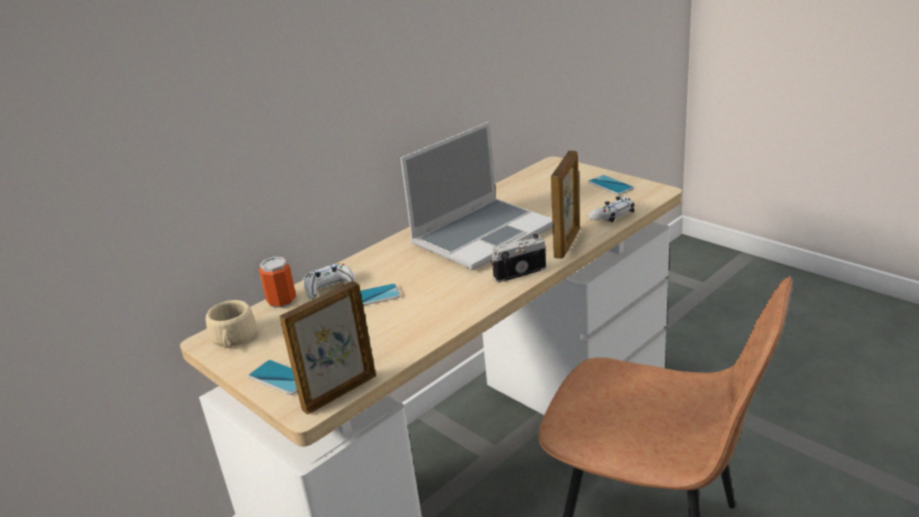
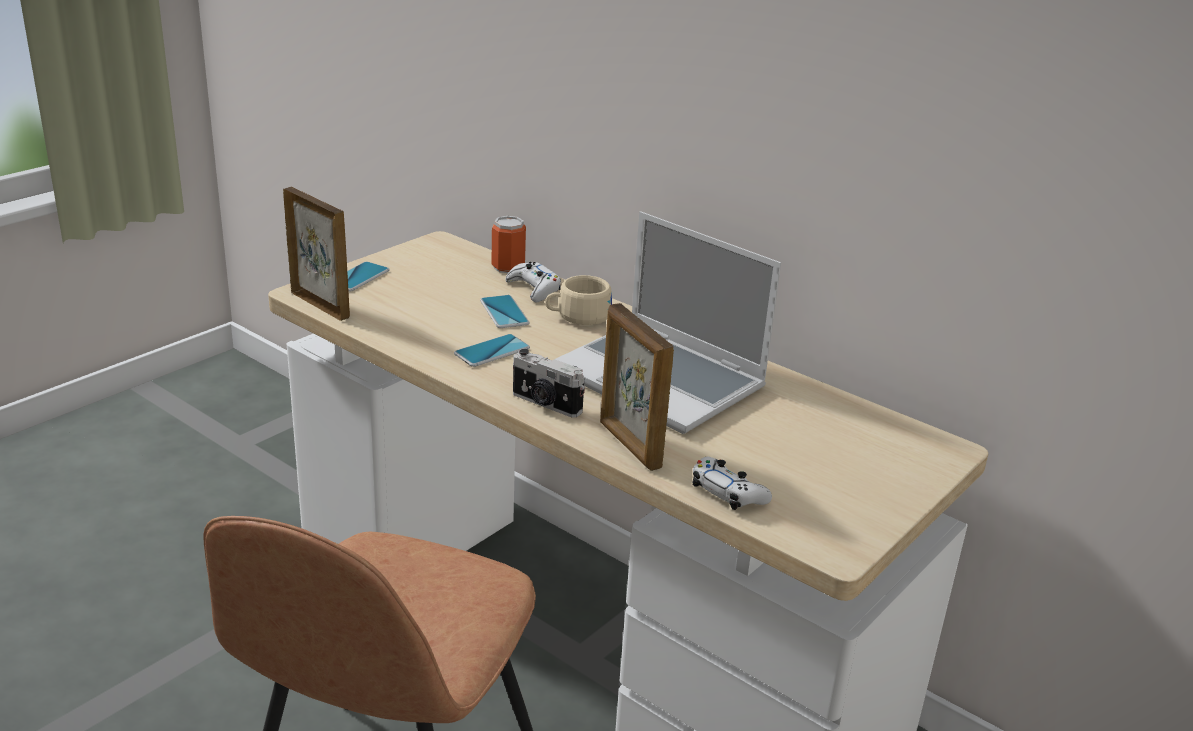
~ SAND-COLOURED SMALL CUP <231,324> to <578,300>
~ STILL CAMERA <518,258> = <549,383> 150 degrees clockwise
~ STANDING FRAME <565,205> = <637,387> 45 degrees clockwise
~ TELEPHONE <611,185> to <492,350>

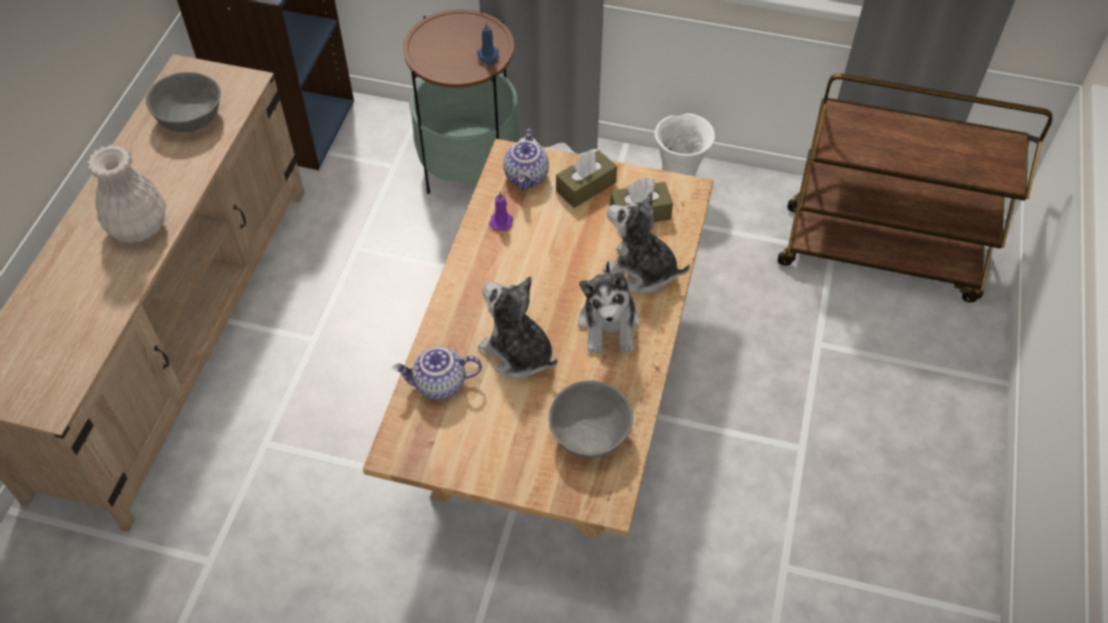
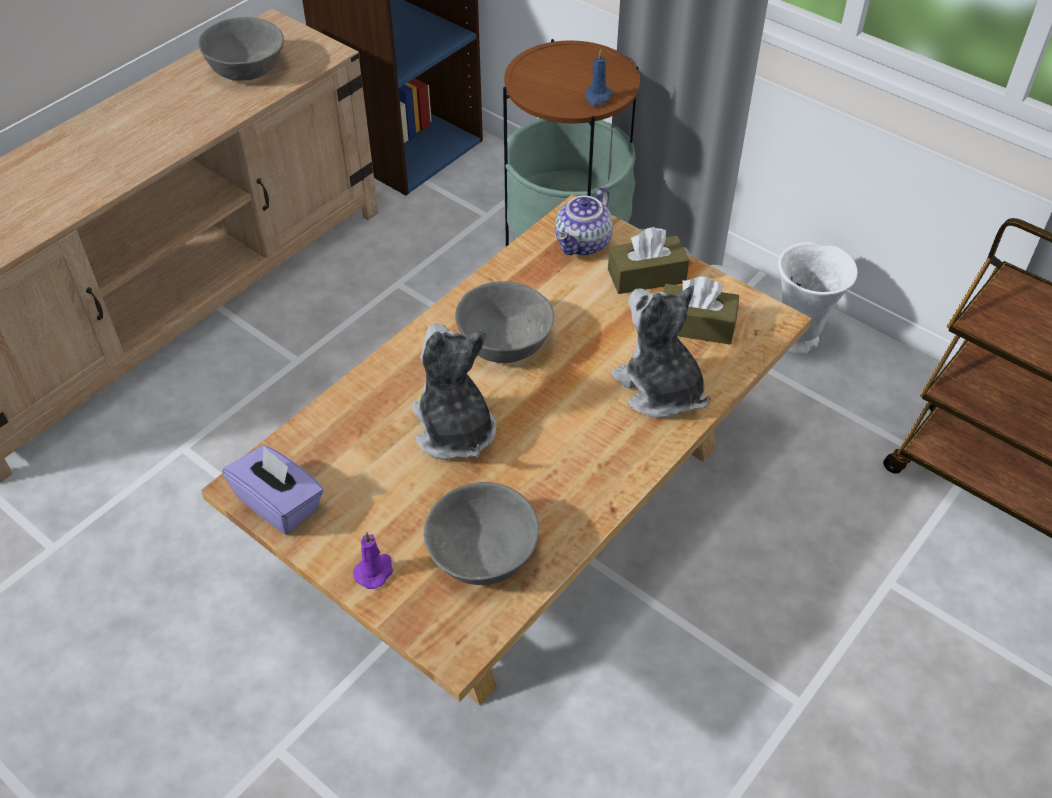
- WHITE DECORATIVE VASE <126,194>
- TEA POT <437,373>
~ PURPLISH WAX LIGHT <501,211> to <373,560>
- SOFT TOY <609,307>
+ PURPLISH BOX OF TISSUES <273,490>
+ GRAY BOWL <504,322>

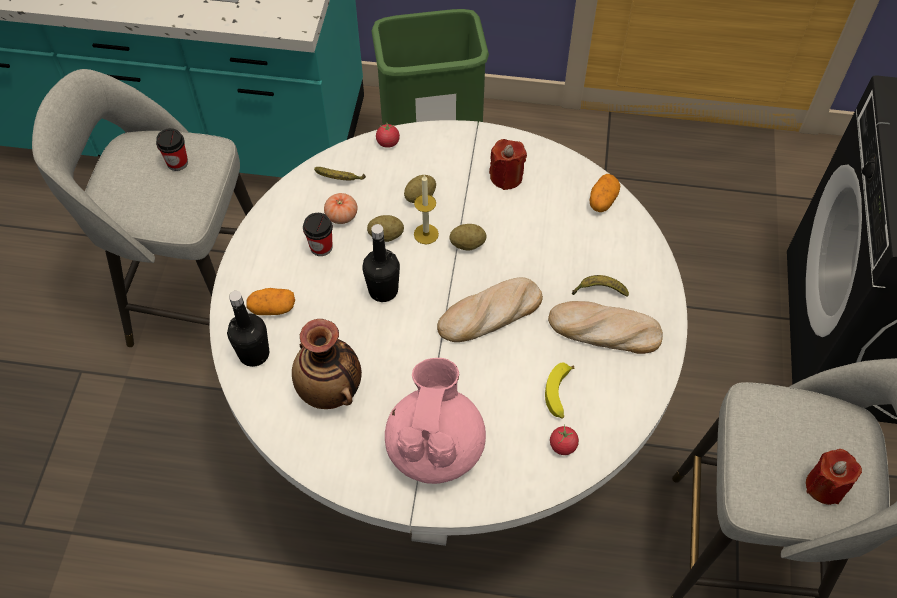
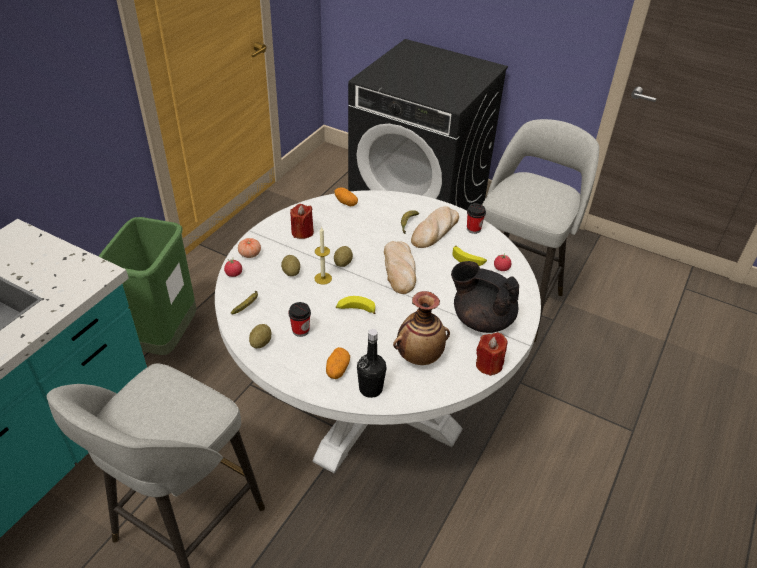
~ SMALL CUP <172,149> to <476,219>
~ FRESH TOMATO <341,208> to <249,248>
~ BLACK-COLOURED DRINK BOTTLE <381,263> to BANANA <355,305>
~ SPUD <385,228> to <260,336>
~ PINKISH TEA POT <435,421> to BLACK-COLOURED TEA POT <485,297>
~ REDDISH WAX LIGHT <834,477> to <491,354>

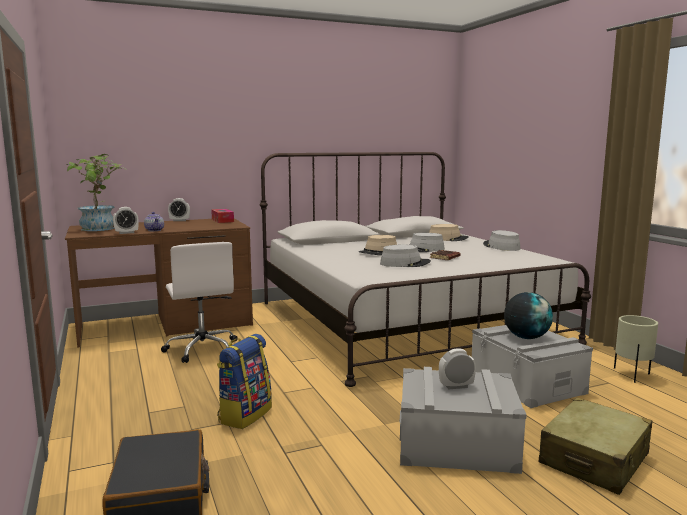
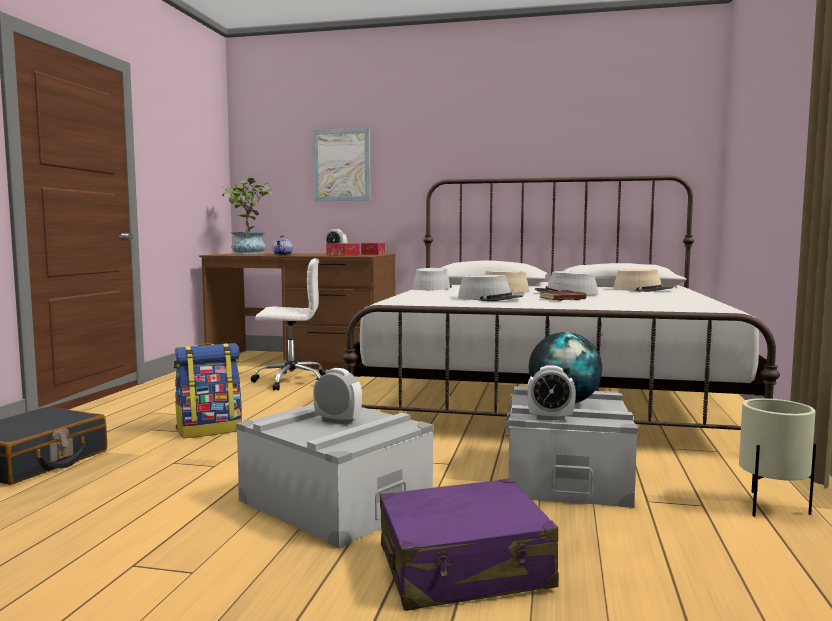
~ TABLE CLOCK <126,220> to <551,393>
~ WHITE OFFICE CHAIR <199,302> = <288,324> 105 degrees counterclockwise
~ GRAY CLOTHING HAT <502,240> to <432,279>
~ SAND-COLOURED SUITCASE <596,446> to PURPLISH SUITCASE <469,544>
+ WALL ART <341,164>
+ BOX OF TISSUES <343,249>

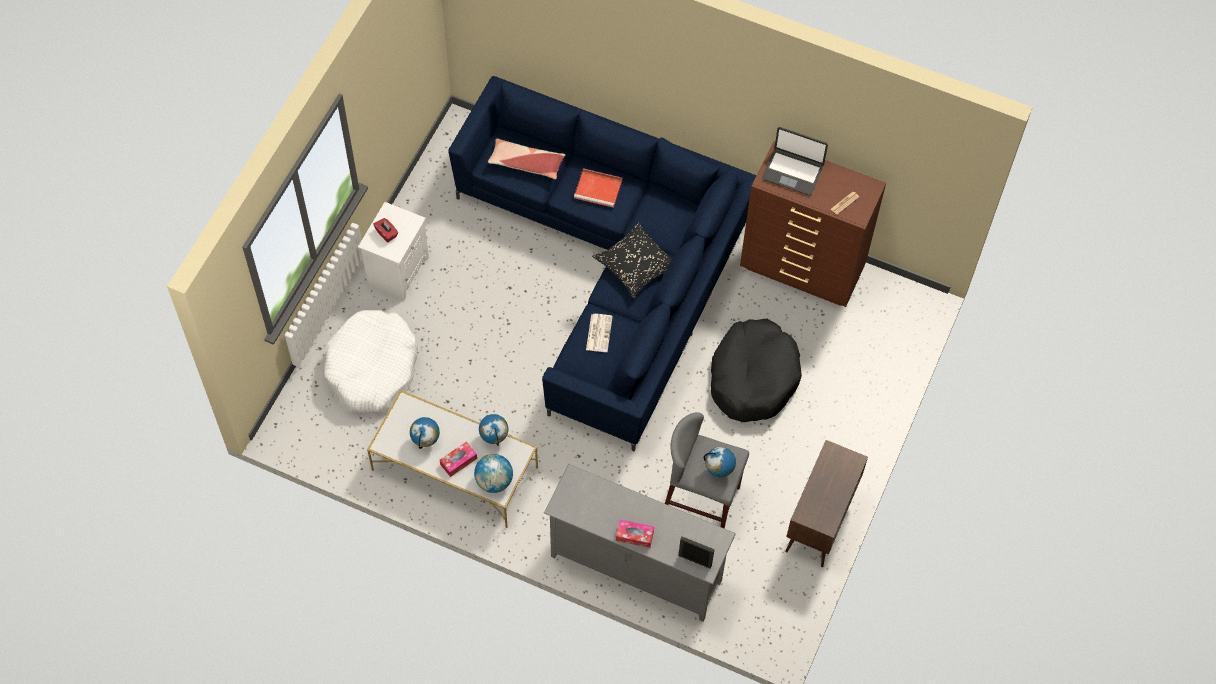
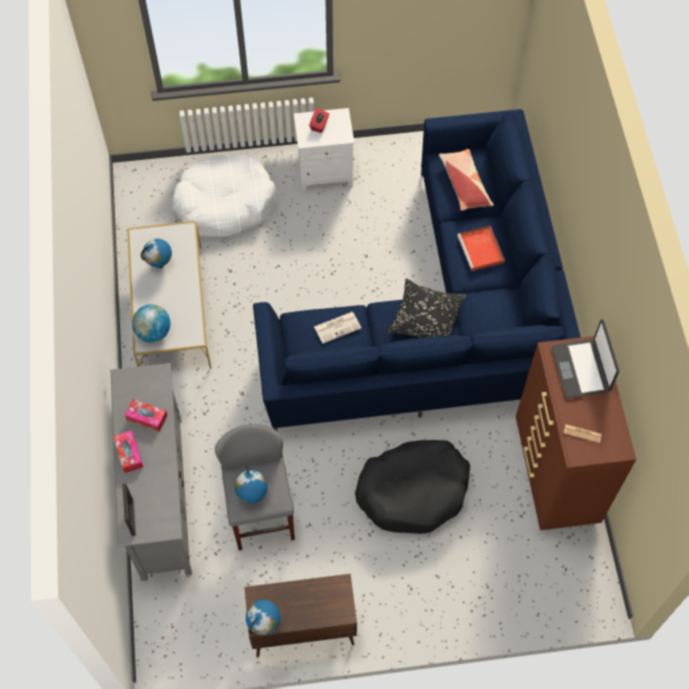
~ BOX OF TISSUES <458,459> to <146,415>
~ DESK GLOBE <493,430> to <263,617>

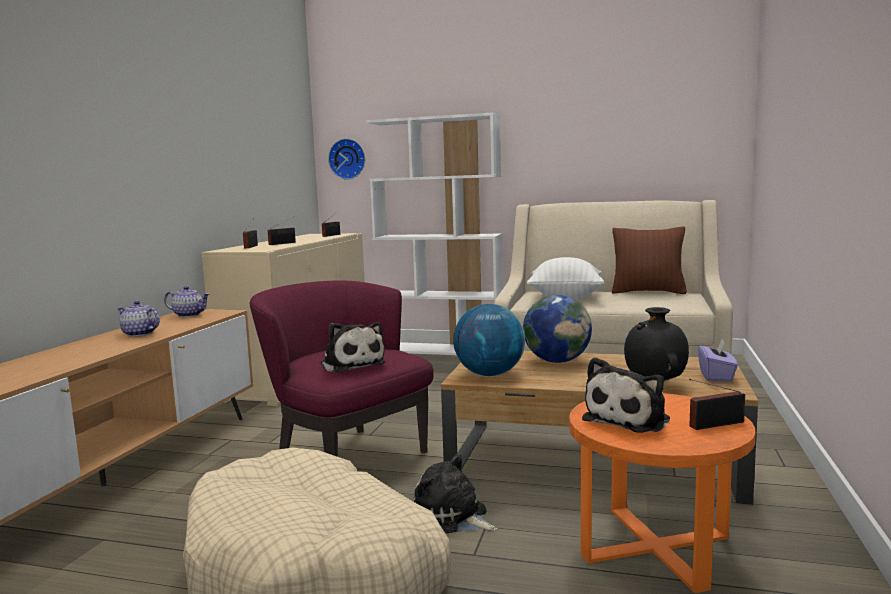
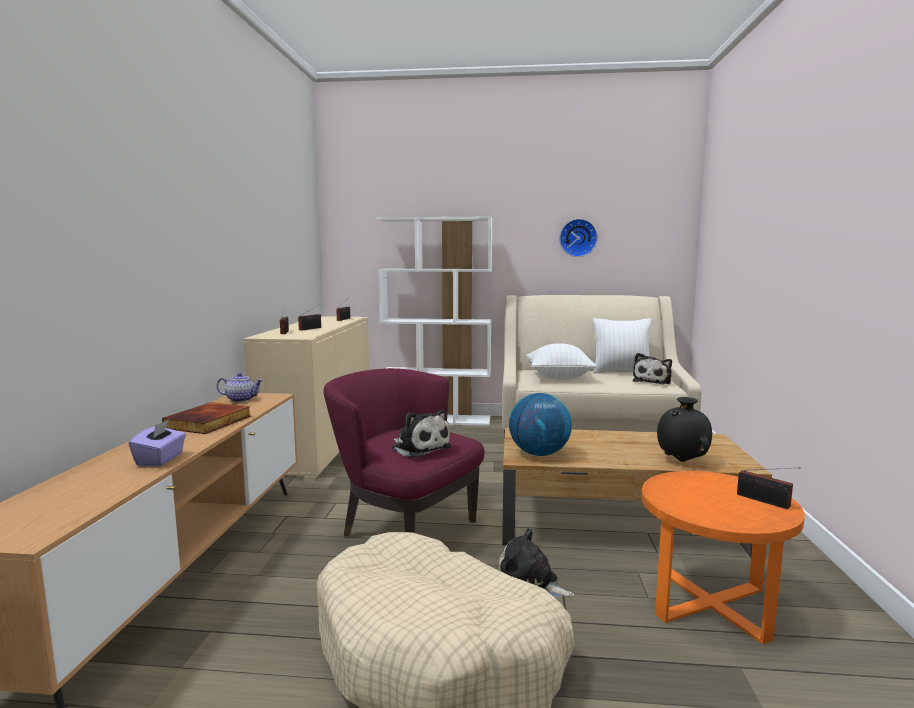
~ TEA POT <138,319> to BOOK <206,418>
~ HANGING CLOCK <346,159> to <578,238>
- DESK GLOBE <557,329>
~ SOFT TOY <626,395> to <652,368>
~ BROWN THROW PILLOW <649,260> to WHITE THROW PILLOW <622,345>
~ RADIO RECEIVER <717,404> = <769,488> 105 degrees counterclockwise
~ PURPLISH BOX OF TISSUES <718,361> to <157,442>

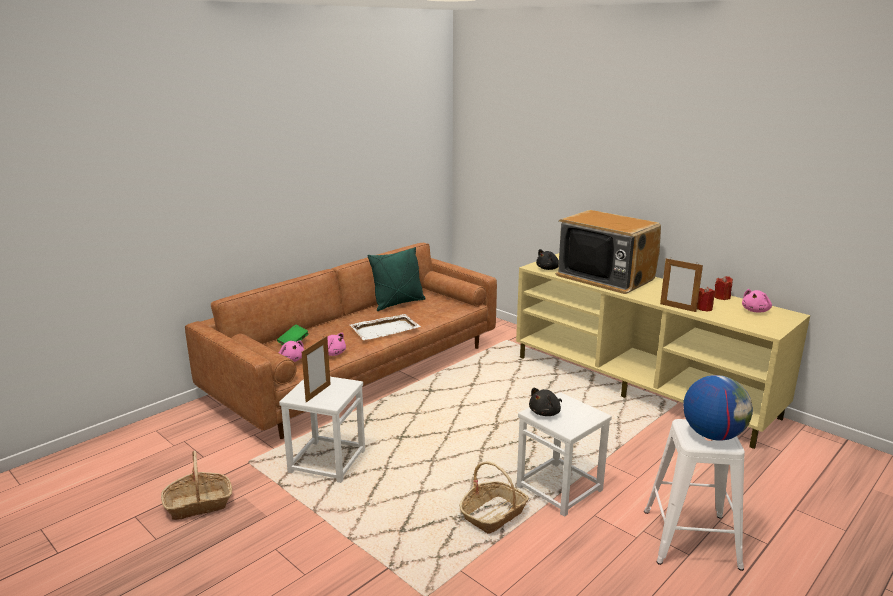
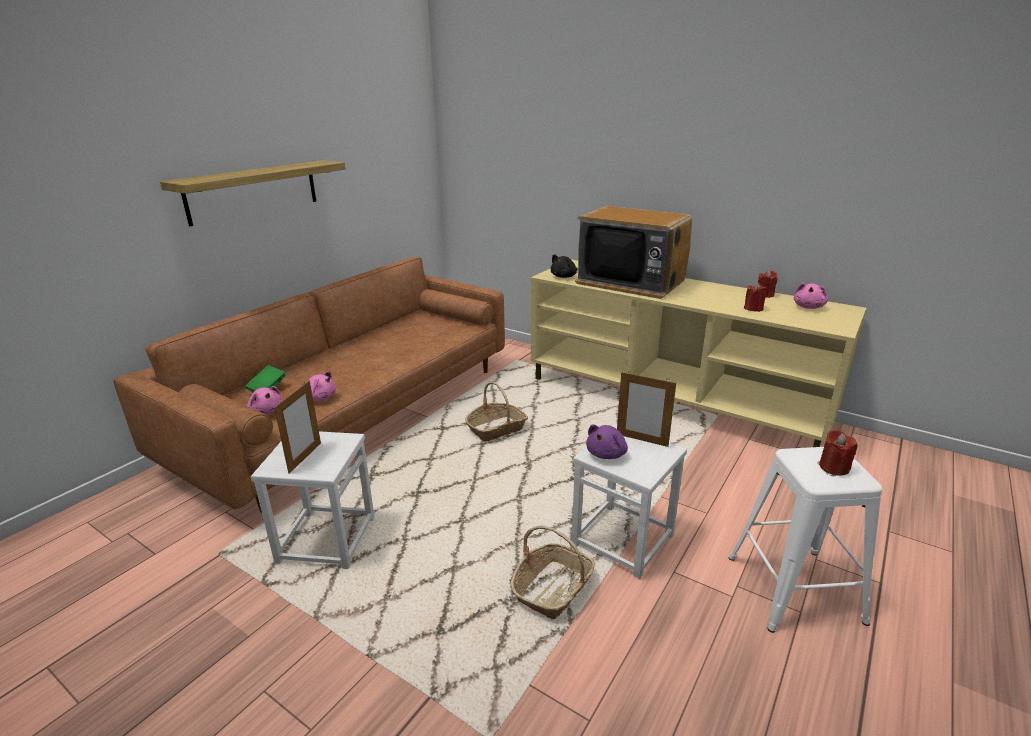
~ STORAGE BASKET <197,485> to <496,411>
- WHITE TRAY <385,327>
- GREEN-COLOURED THROW PILLOW <396,279>
~ BLACK-COLOURED SOFT TOY <545,402> to PURPLISH SOFT TOY <607,441>
~ STANDING FRAME <681,285> to <646,409>
~ DESK GLOBE <718,407> to REDDISH WAX LIGHT <838,453>
+ WALL SHELF <253,193>

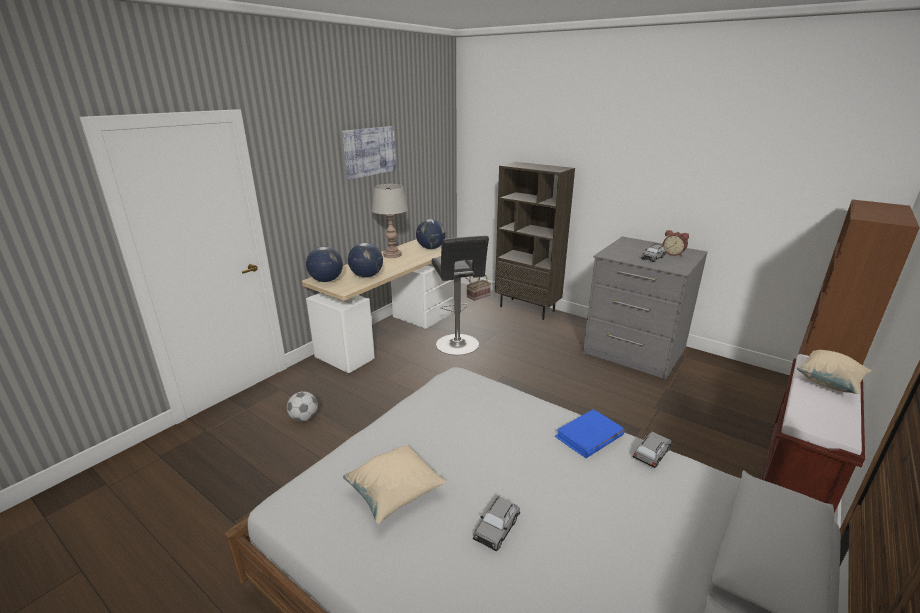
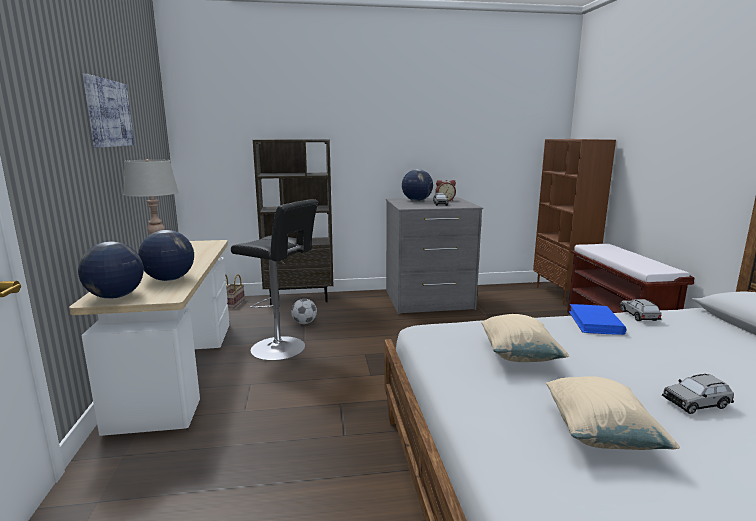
~ FOOTBALL <302,406> to <304,311>
~ DESK GLOBE <431,234> to <417,185>
~ GRAY MINIATURE CAR <496,523> = <698,394> 90 degrees clockwise
~ SAND-COLOURED THROW PILLOW <834,372> to <525,338>

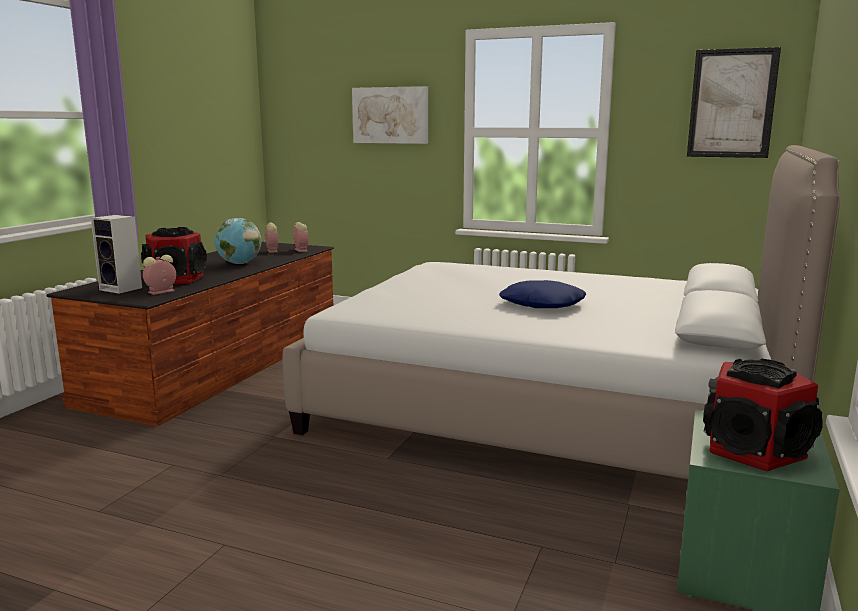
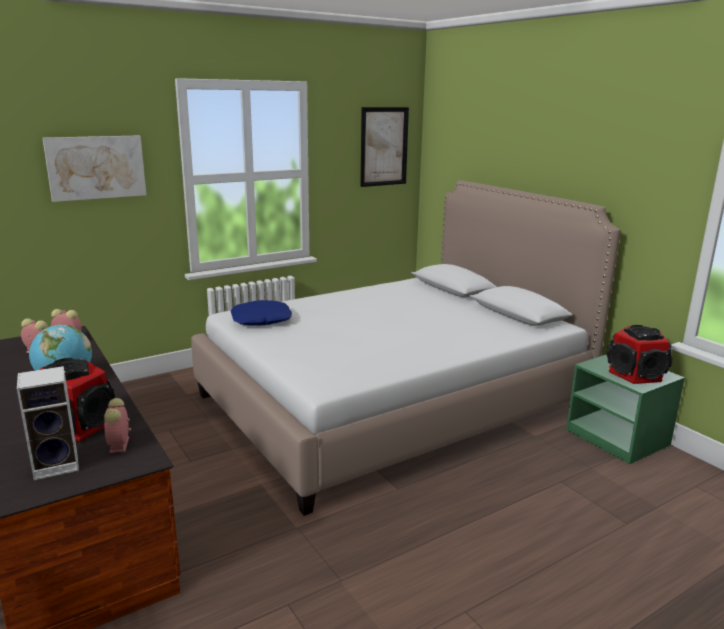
~ BLUISH THROW PILLOW <542,294> to <261,313>

